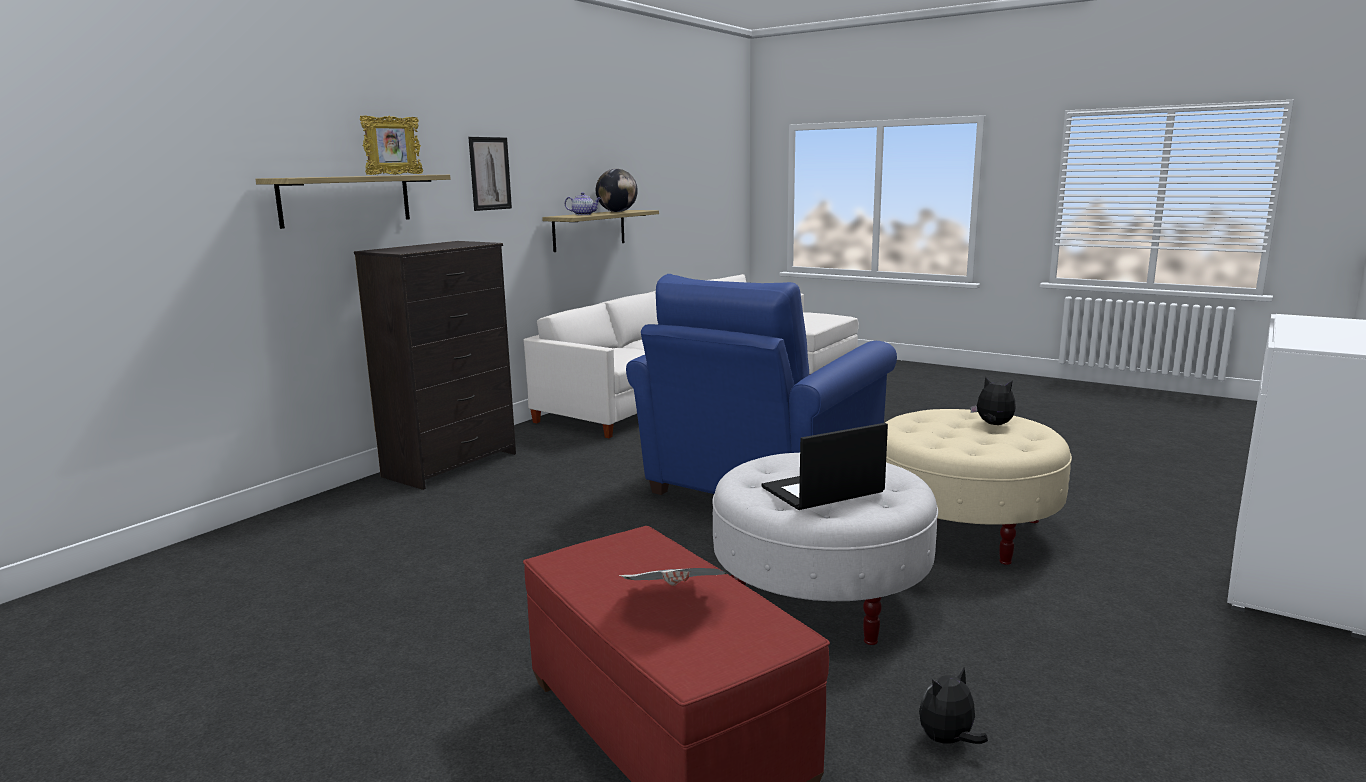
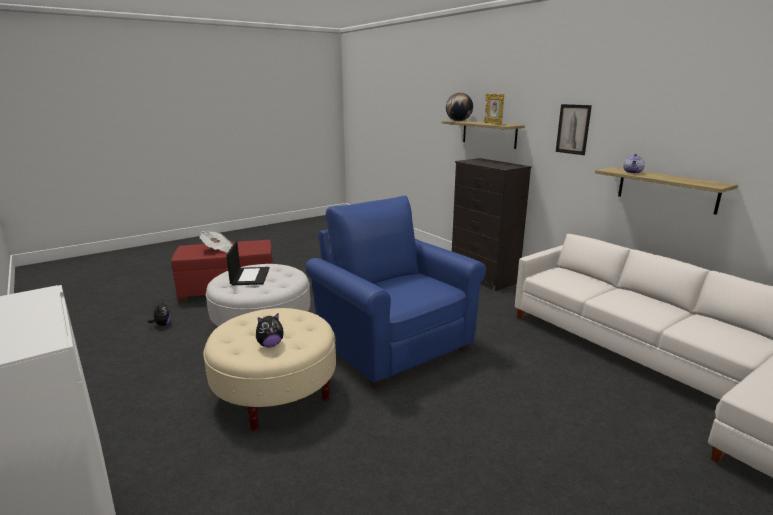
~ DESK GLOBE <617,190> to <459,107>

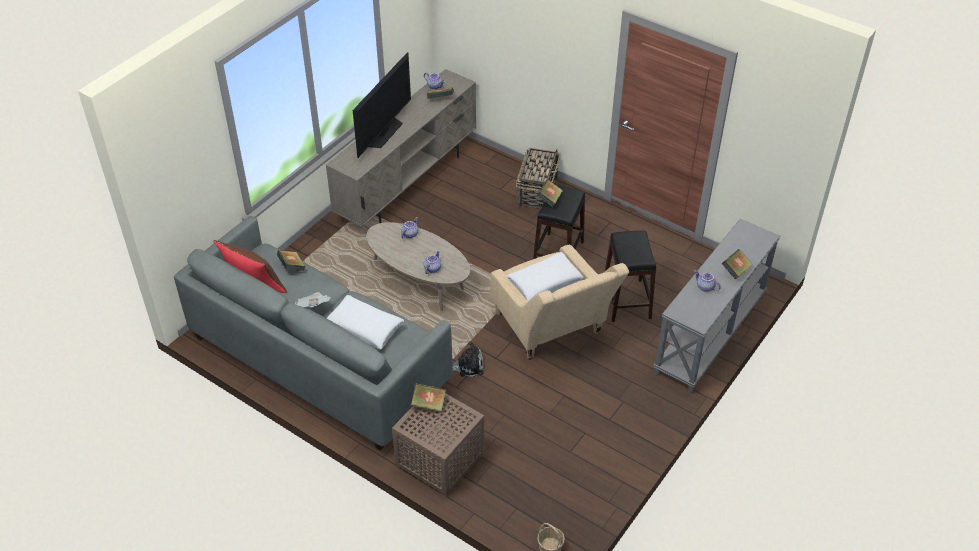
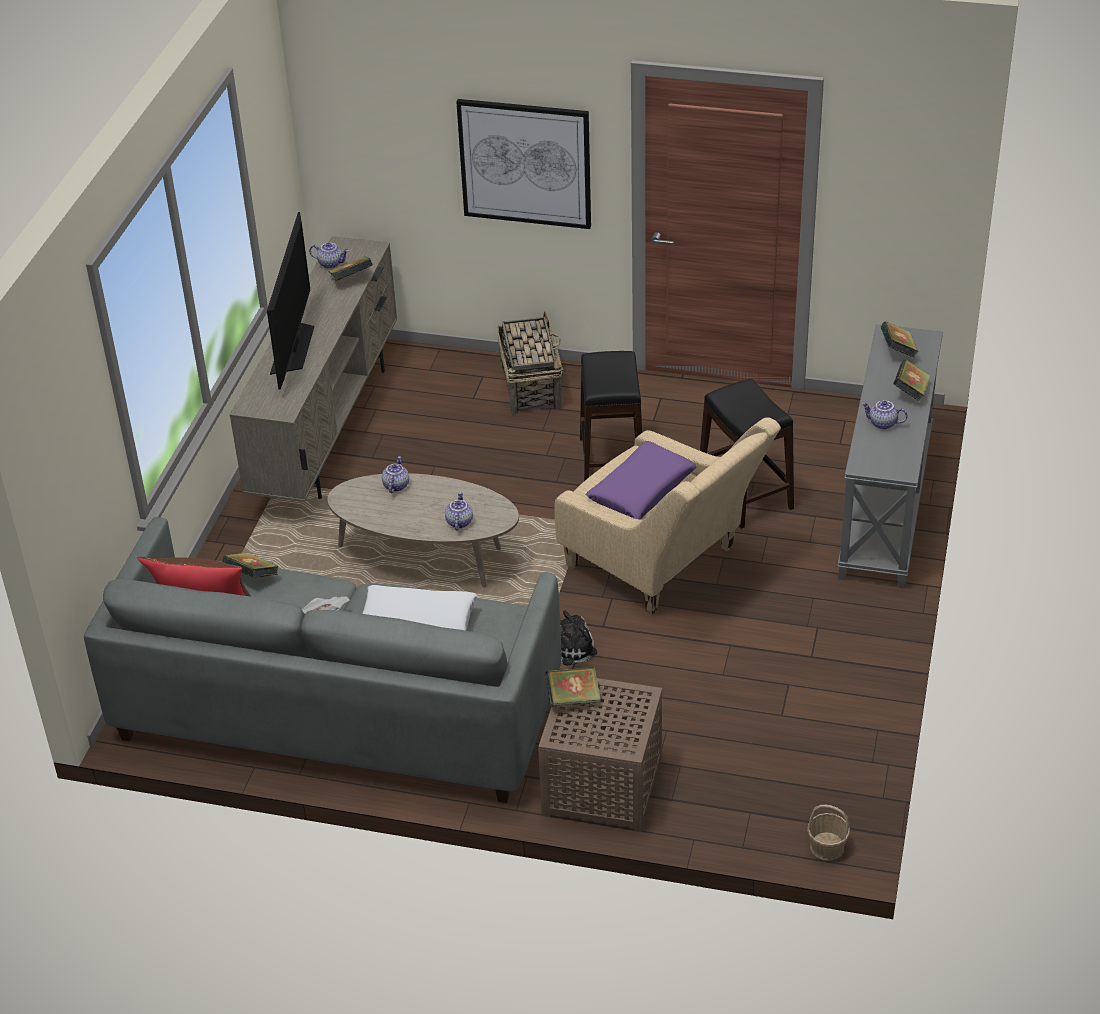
~ WHITE THROW PILLOW <545,276> to PURPLISH THROW PILLOW <641,480>
~ BOOK <550,193> to <899,339>
+ WALL ART <523,164>

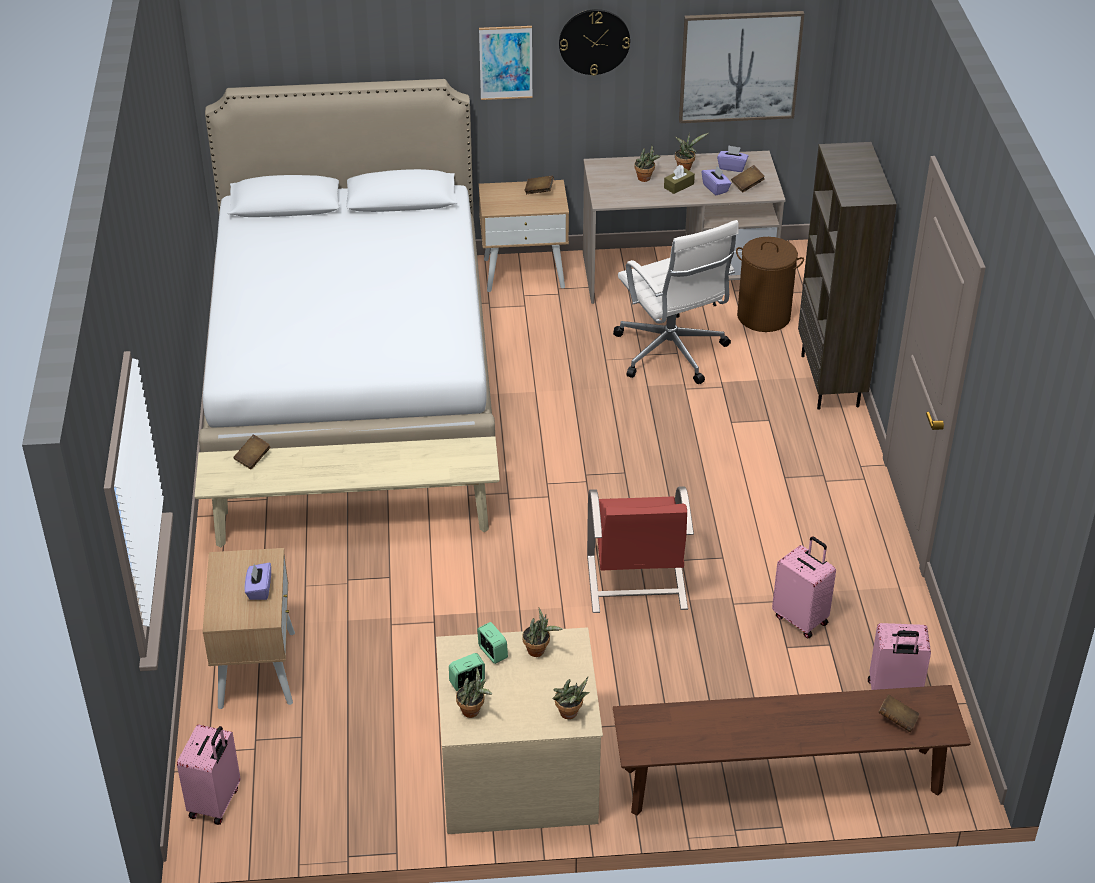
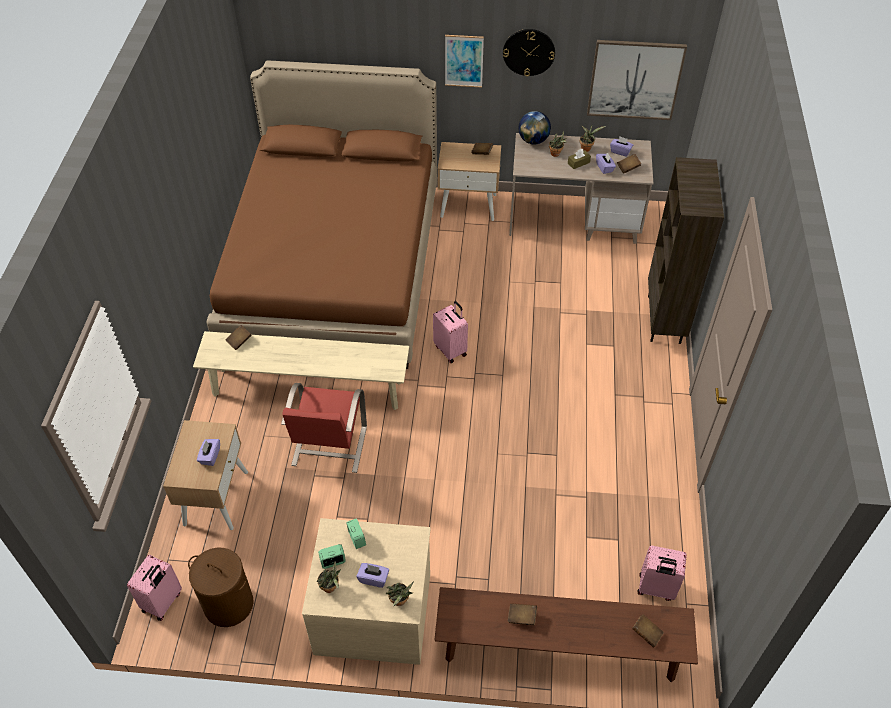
~ WHITE SLEEPING BED <347,265> to BROWN SLEEPING BED <321,214>
- HOUSEPLANT <542,632>
~ REDDISH PLAIN CHAIR <640,549> to <324,428>
- WHITE OFFICE CHAIR <675,302>
~ BROWN HAMPER <770,284> to <221,587>
~ PINKISH SUITCASE <804,587> to <450,332>
+ PURPLISH BOX OF TISSUES <372,575>
+ BROWN BOOK <522,614>
+ DESK GLOBE <534,127>

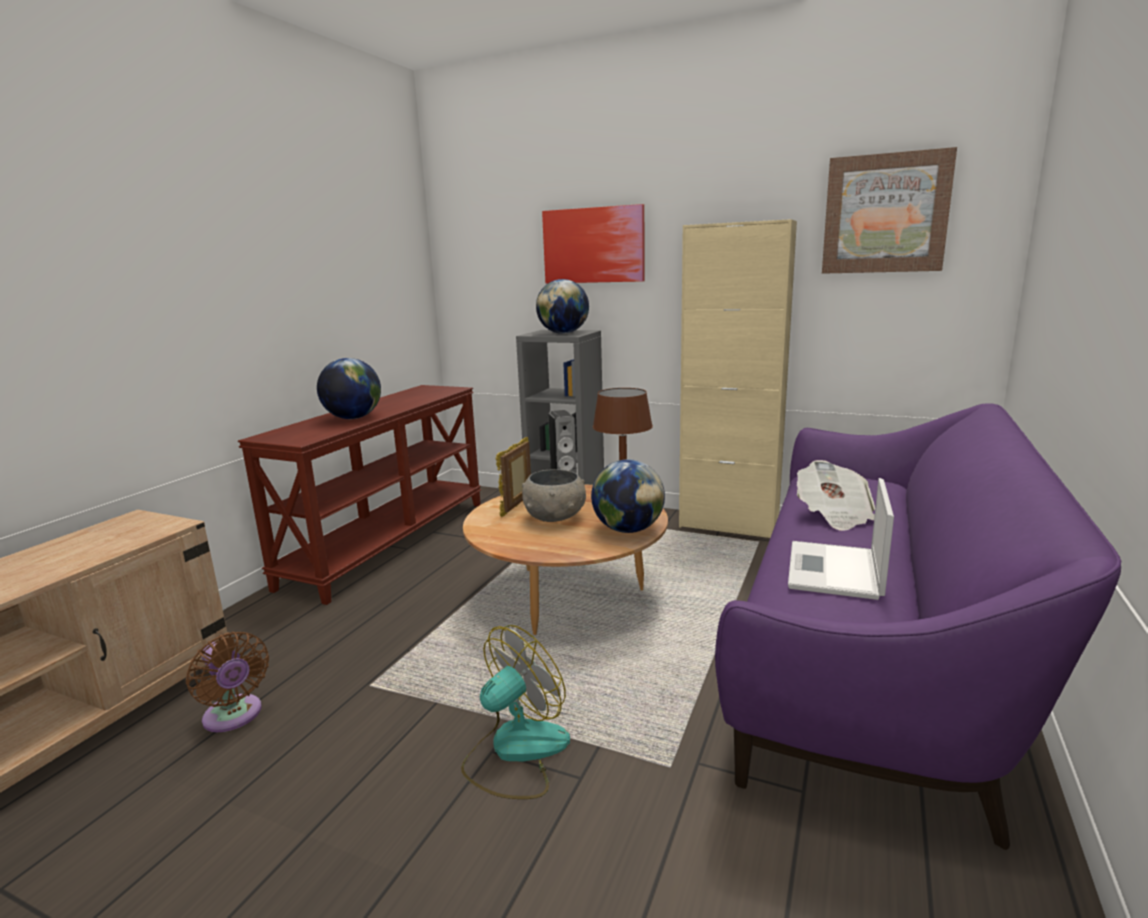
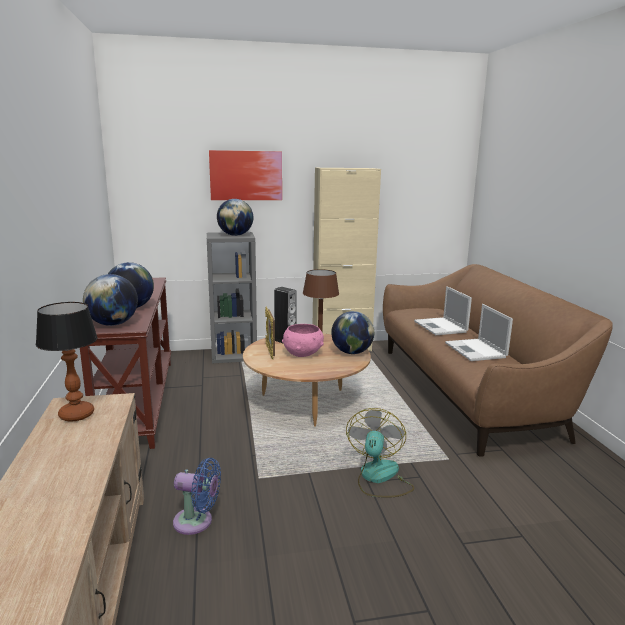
~ BROWN FAN <227,682> to BLUISH FAN <197,496>
~ GRAY BOWL <554,495> to PINKISH BOWL <303,340>
~ PURPLISH SOFA <918,626> to BROWN SOFA <498,360>
~ NEWSPAPER <836,495> to NOTEBOOK COMPUTER <443,310>
- WALL ART <889,210>
+ TABLETOP LAMP <67,362>
+ DESK GLOBE <110,300>

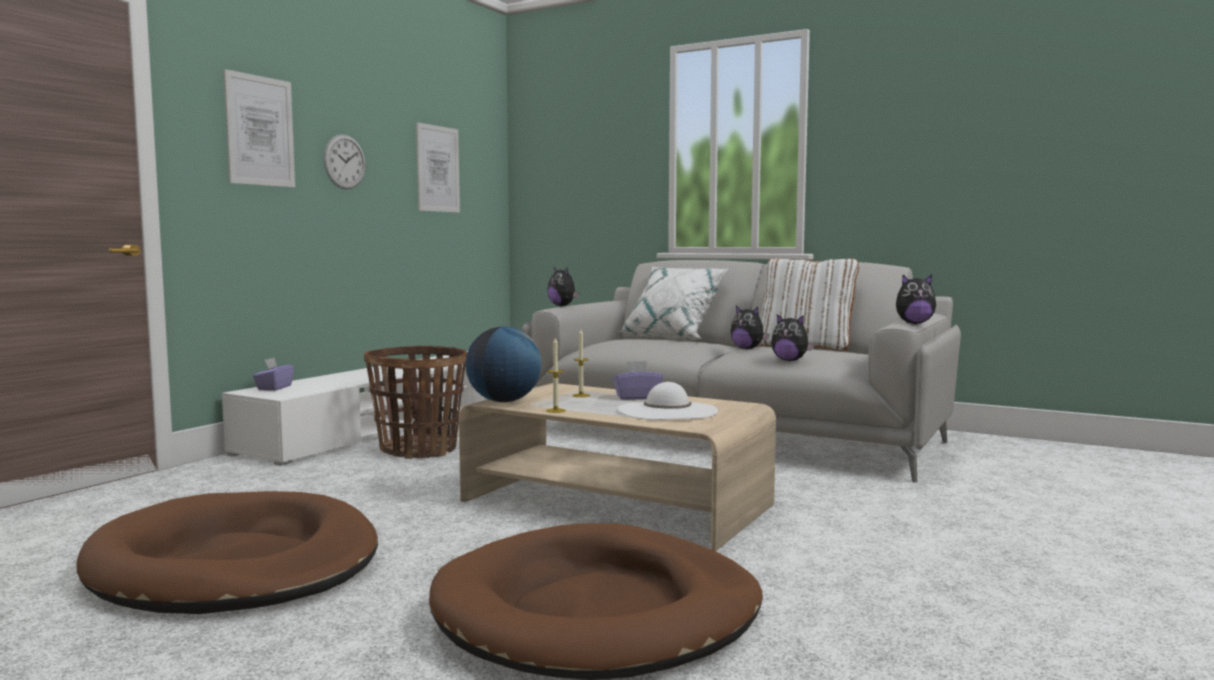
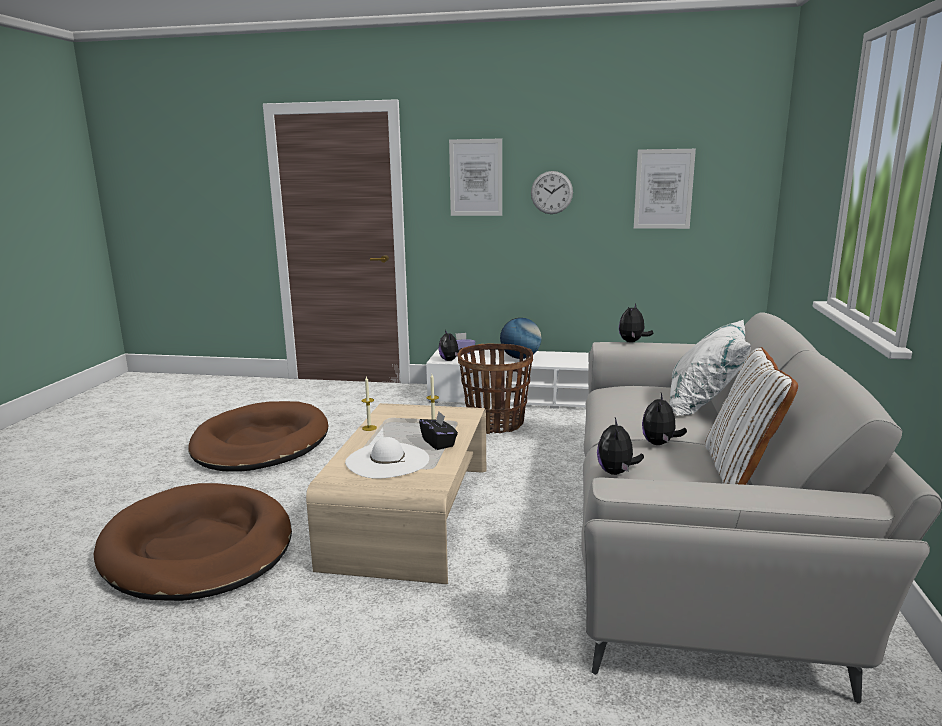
~ DESK GLOBE <503,364> to <520,338>
~ PURPLISH BOX OF TISSUES <638,380> to BLACK-COLOURED BOX OF TISSUES <438,431>
~ SOFT TOY <916,299> to <450,345>

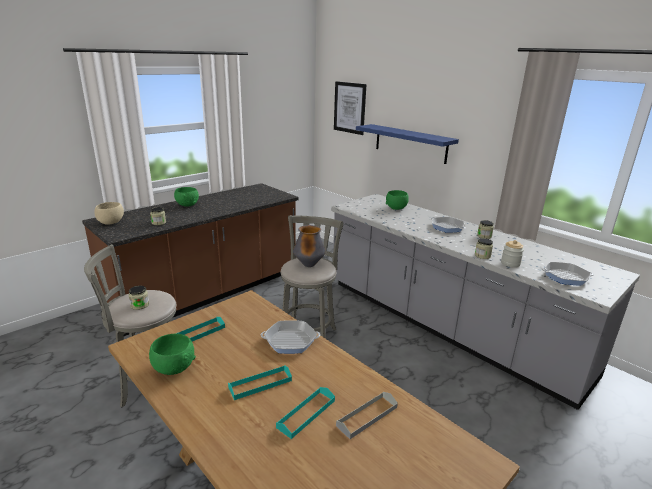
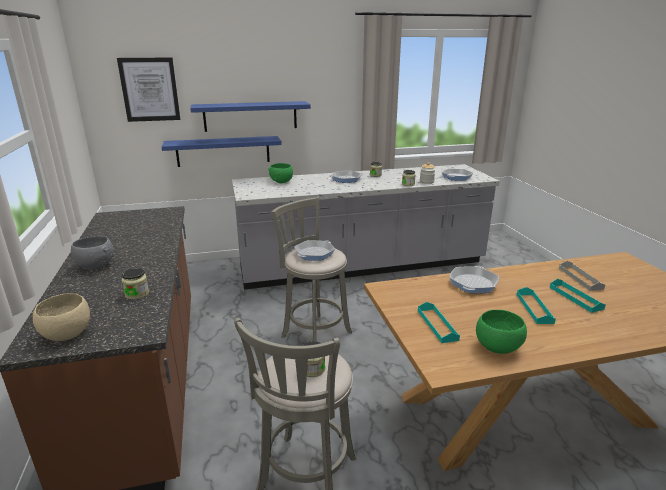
~ GREEN-COLOURED BOWL <186,196> to GRAY BOWL <93,252>
~ DECORATIVE VASE <309,246> to FRYING PAN <314,250>
+ BLUISH WALL SHELF <222,151>

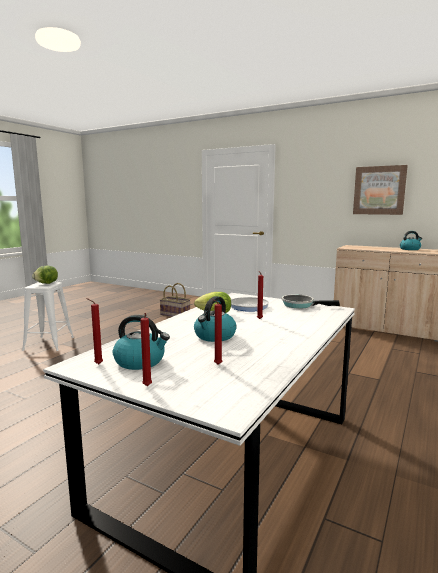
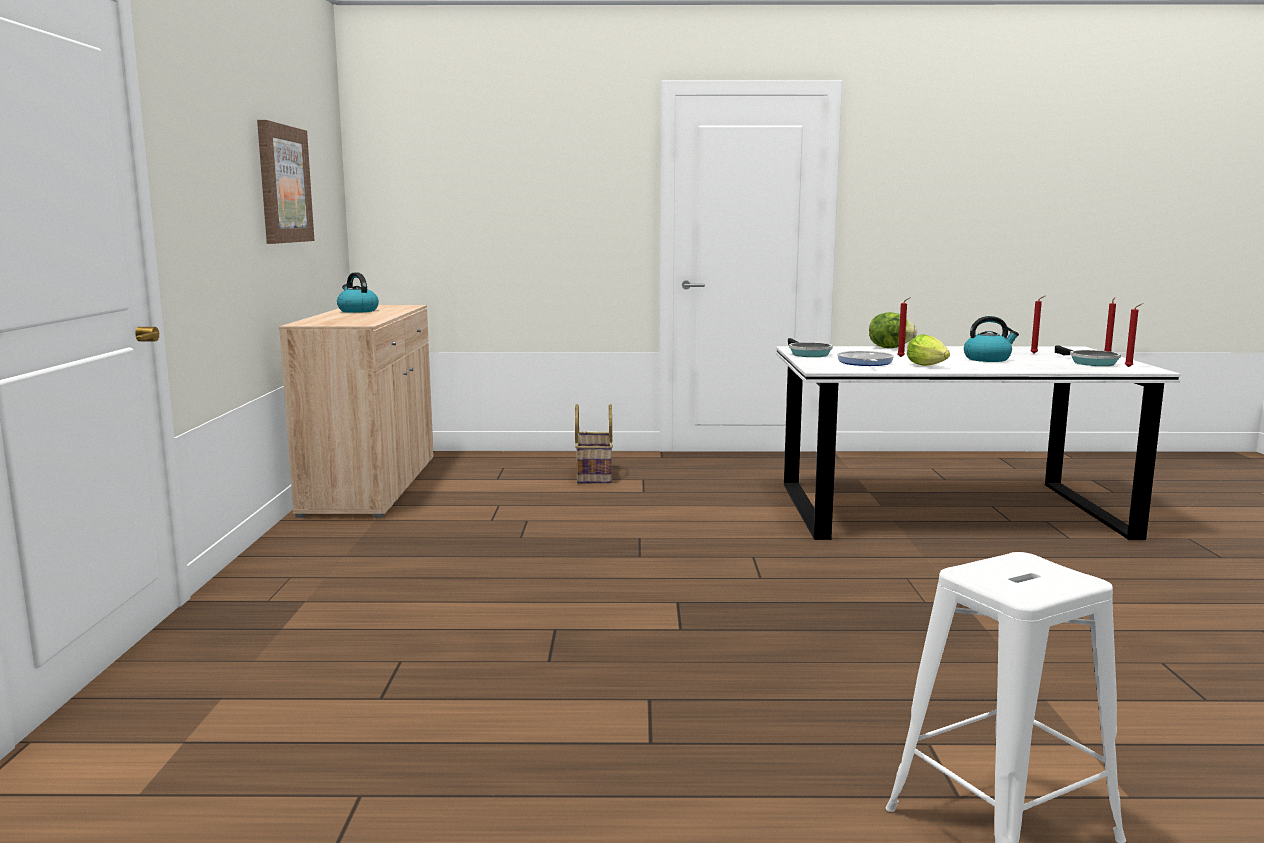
~ LETTUCE <45,275> to <893,330>
~ KETTLE <141,342> to FRYING PAN <1088,355>
~ STORAGE BASKET <175,300> to <594,444>

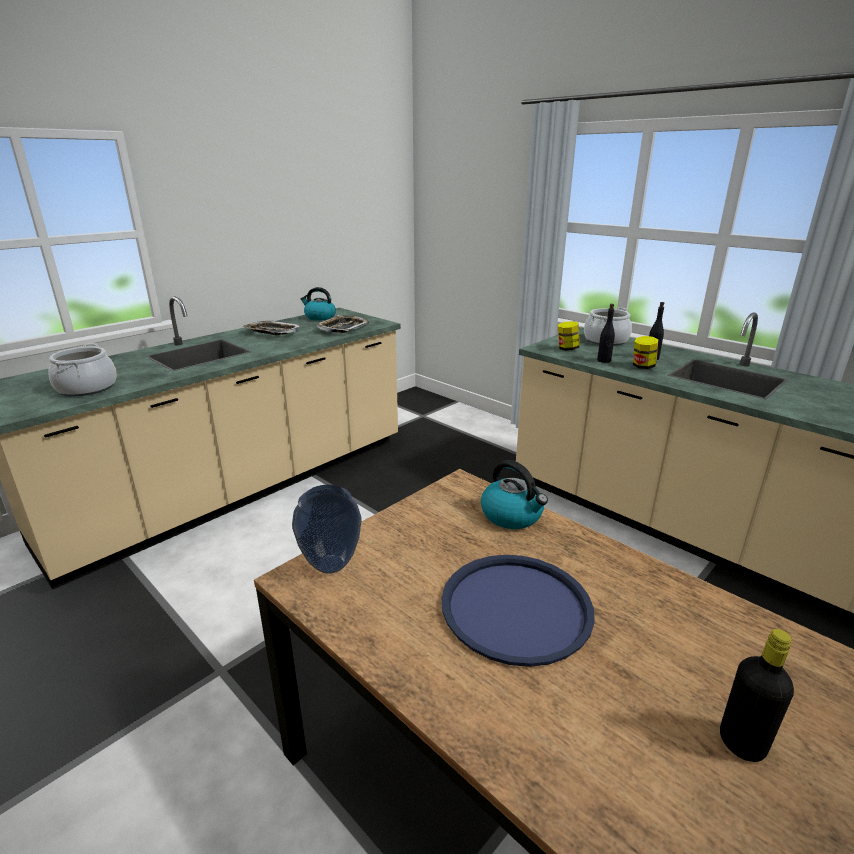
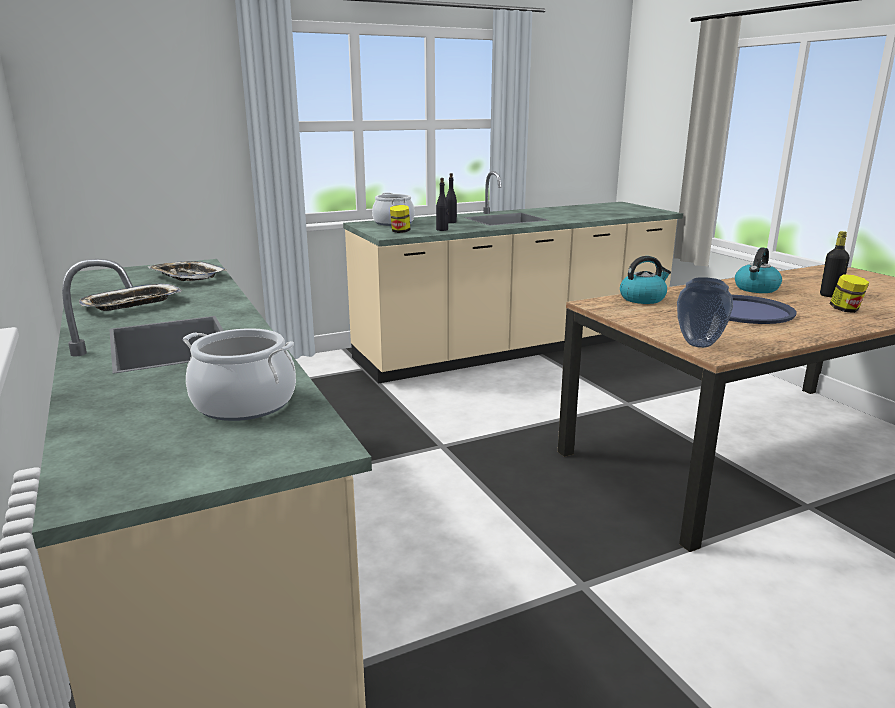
~ KETTLE <318,304> to <758,270>
~ STORAGE JAR <646,352> to <849,293>

